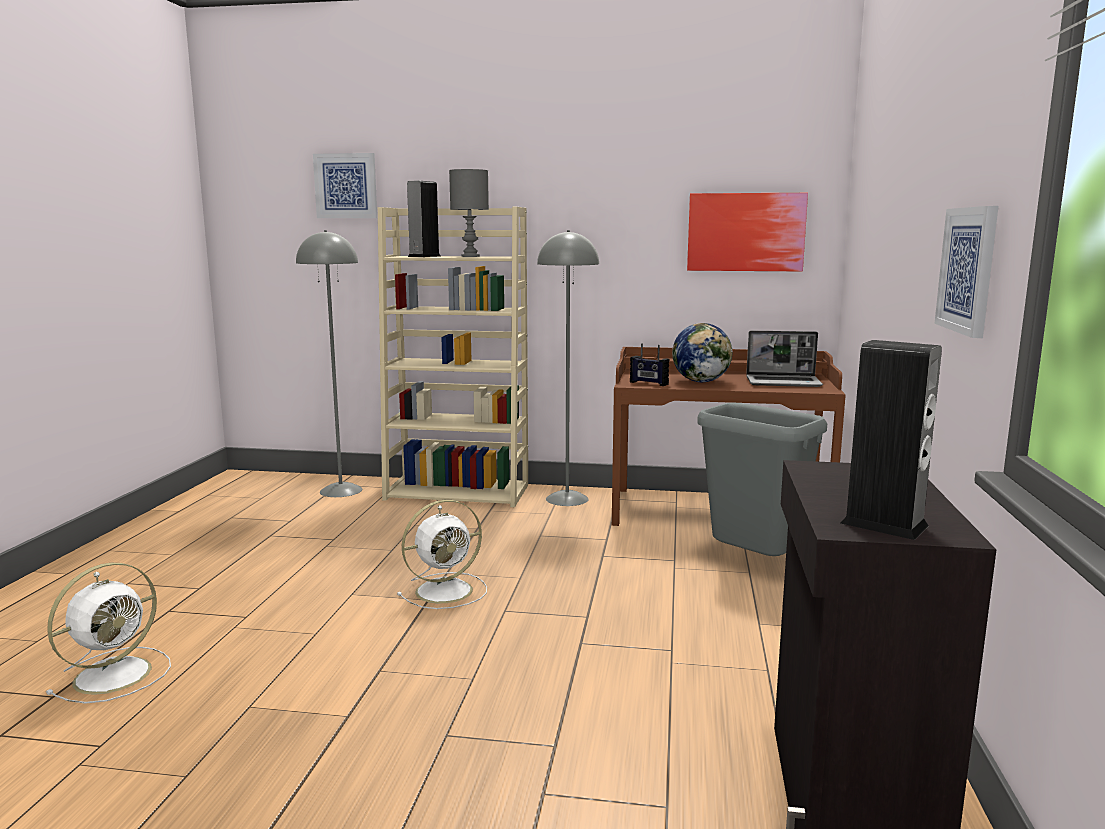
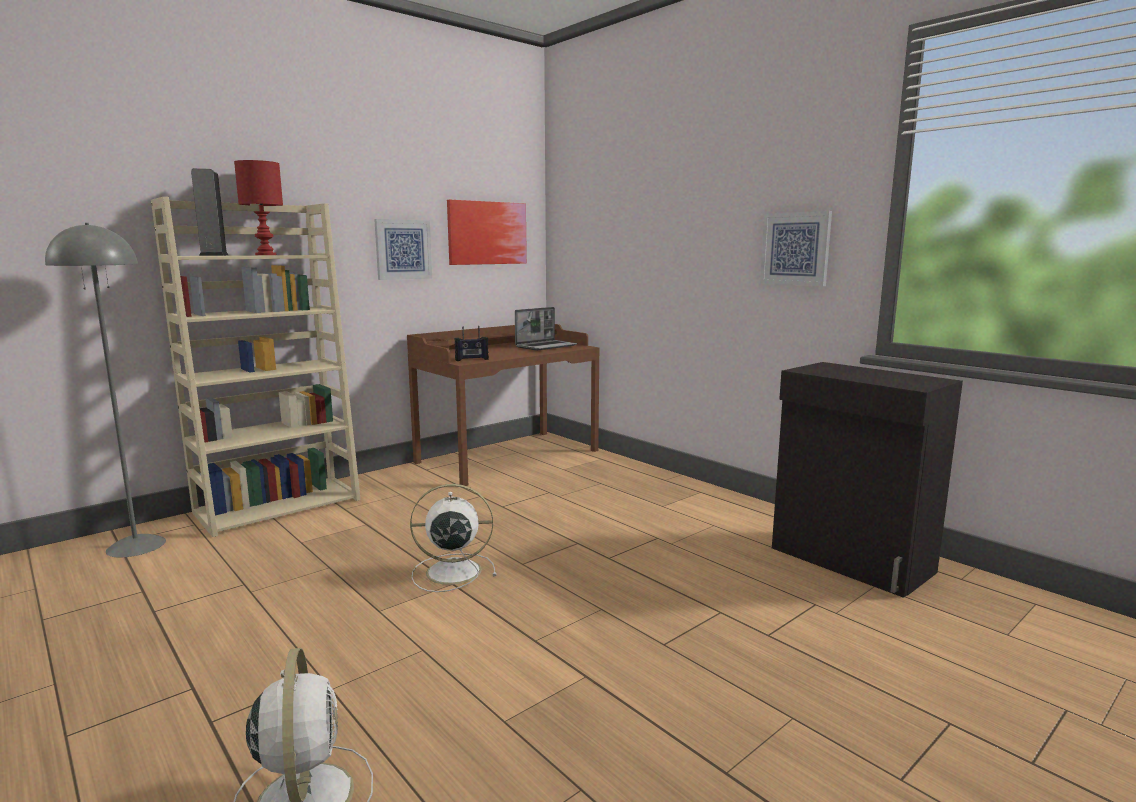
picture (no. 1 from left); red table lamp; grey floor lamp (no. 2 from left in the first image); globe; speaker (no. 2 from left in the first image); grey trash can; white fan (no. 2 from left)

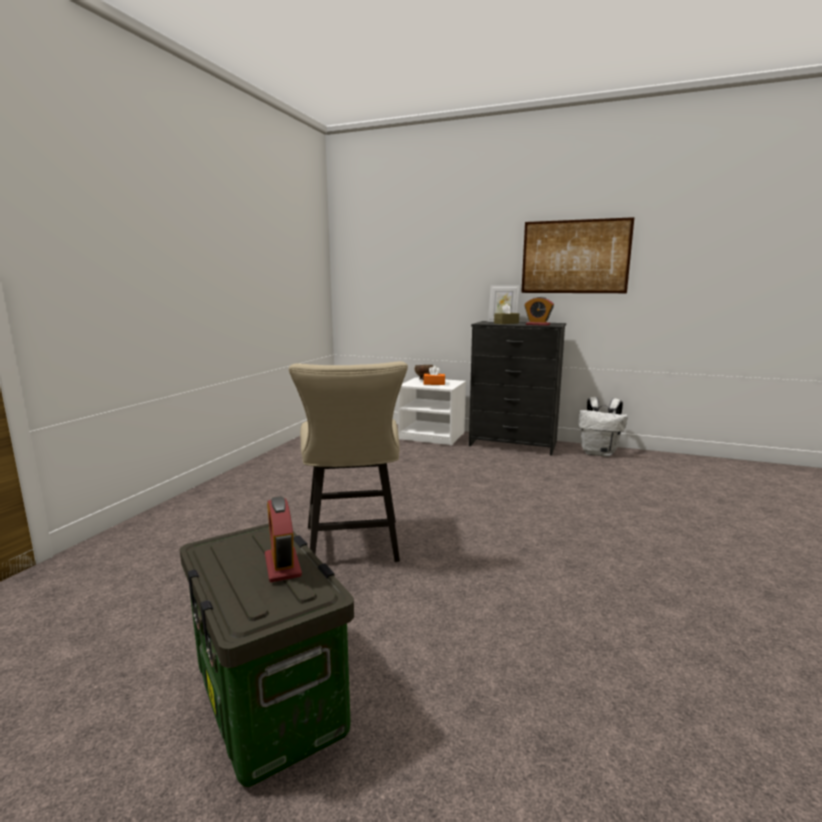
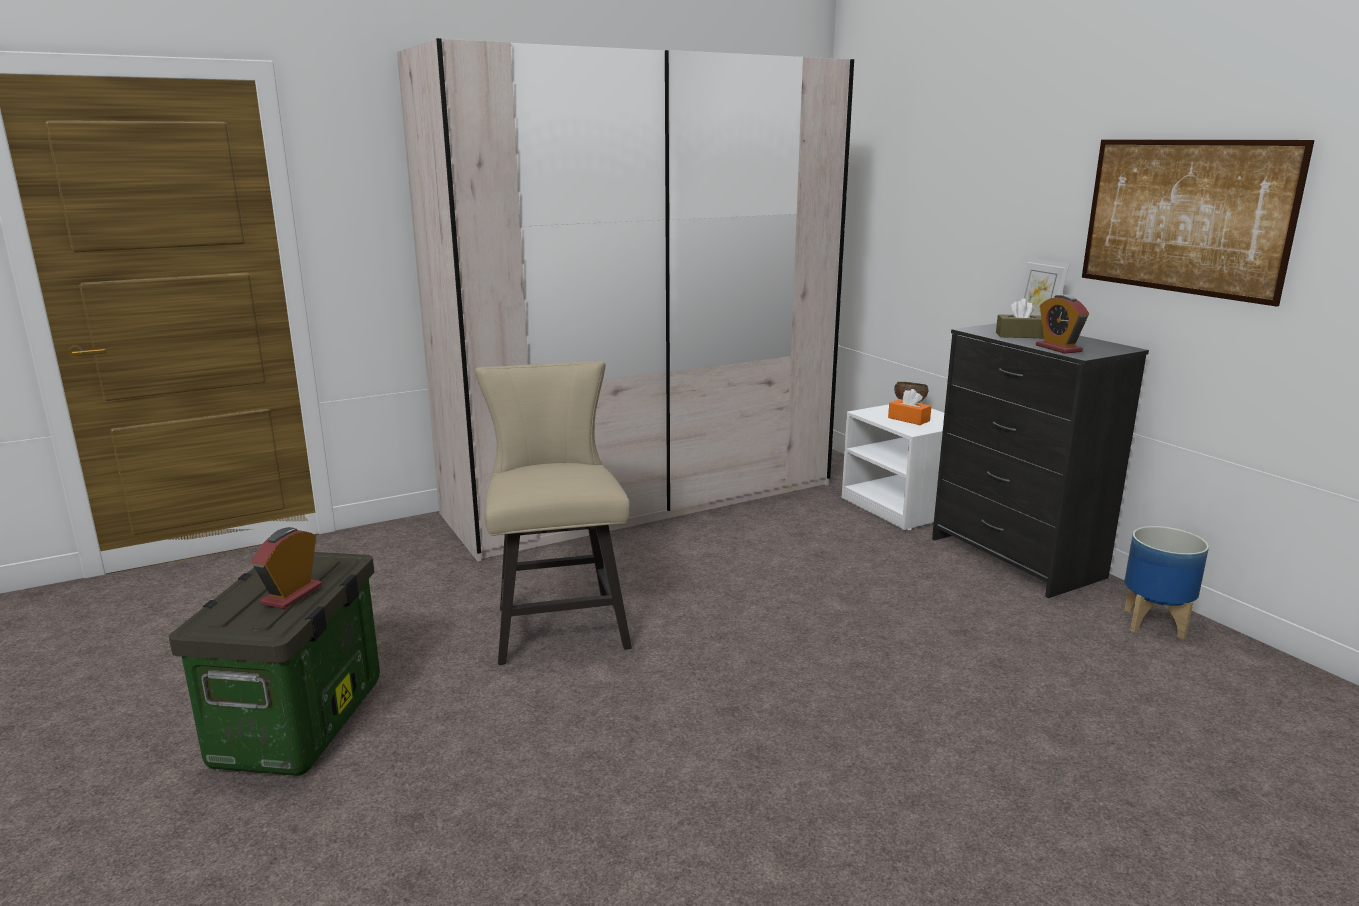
beige chair; planter; beige wardrobe

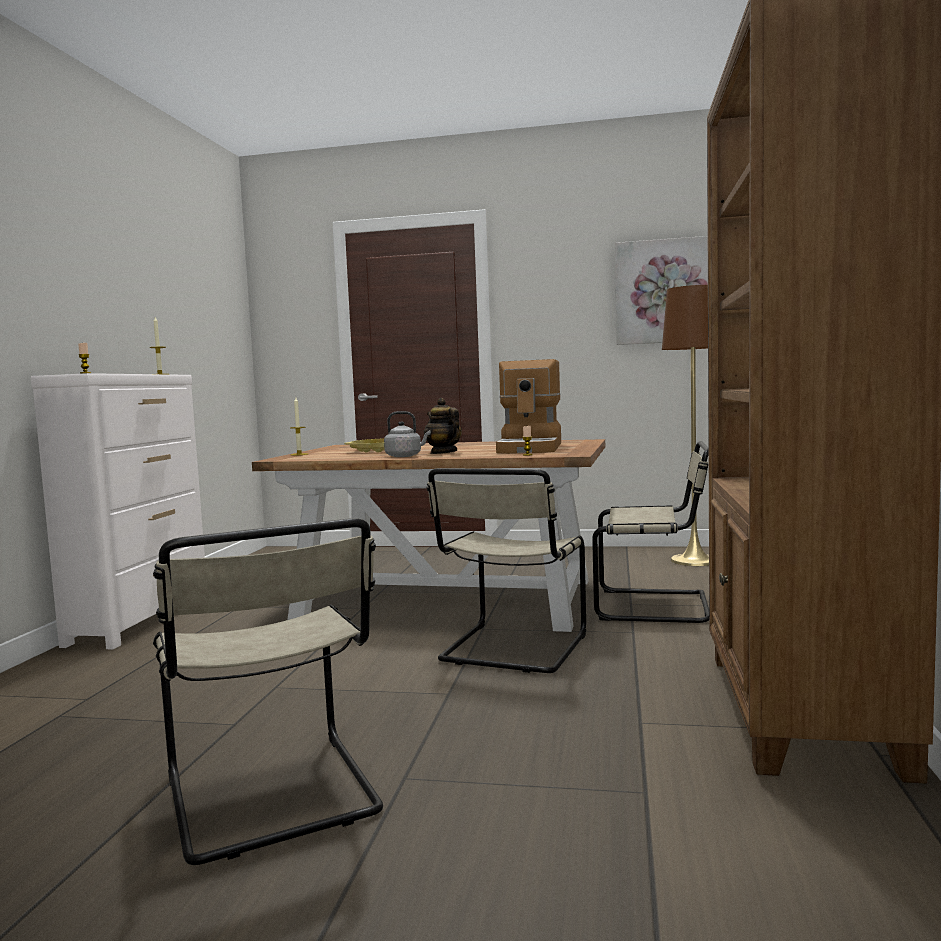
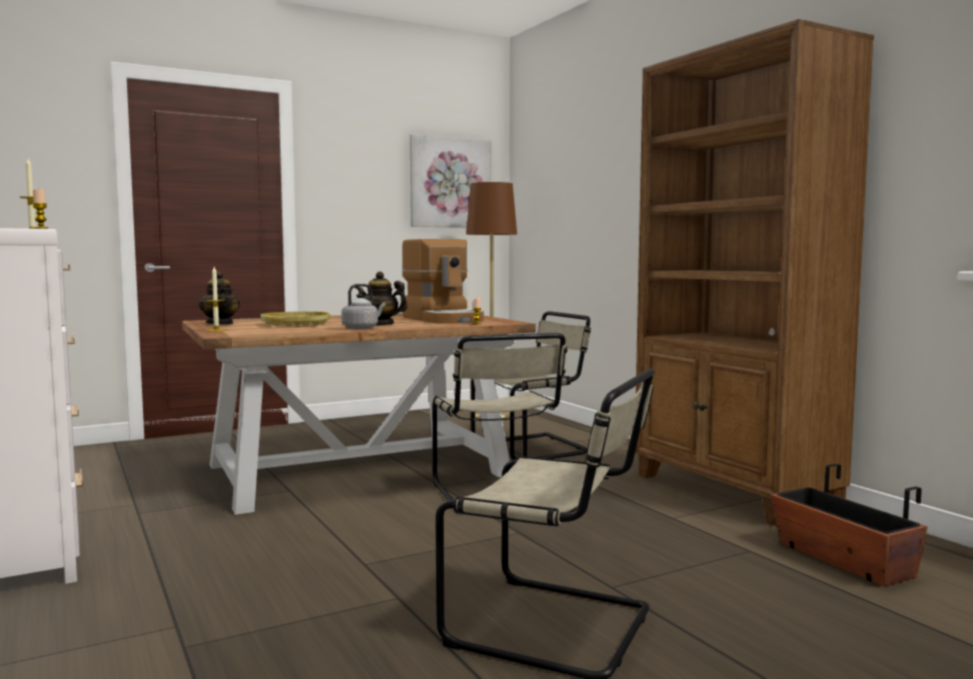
teapot (no. 1 from left); planter

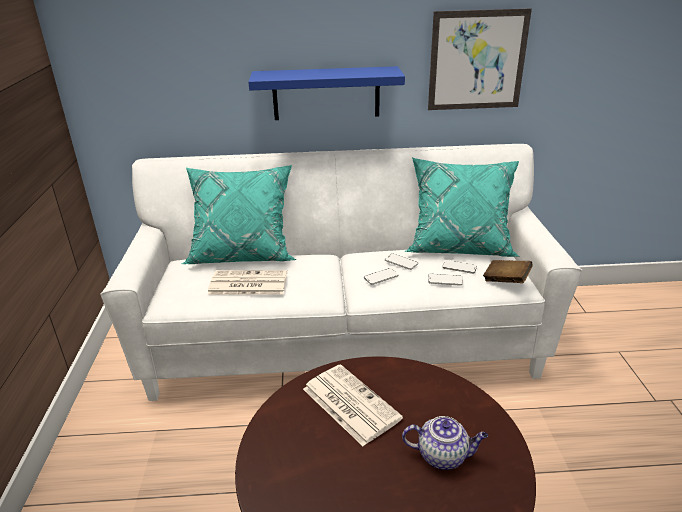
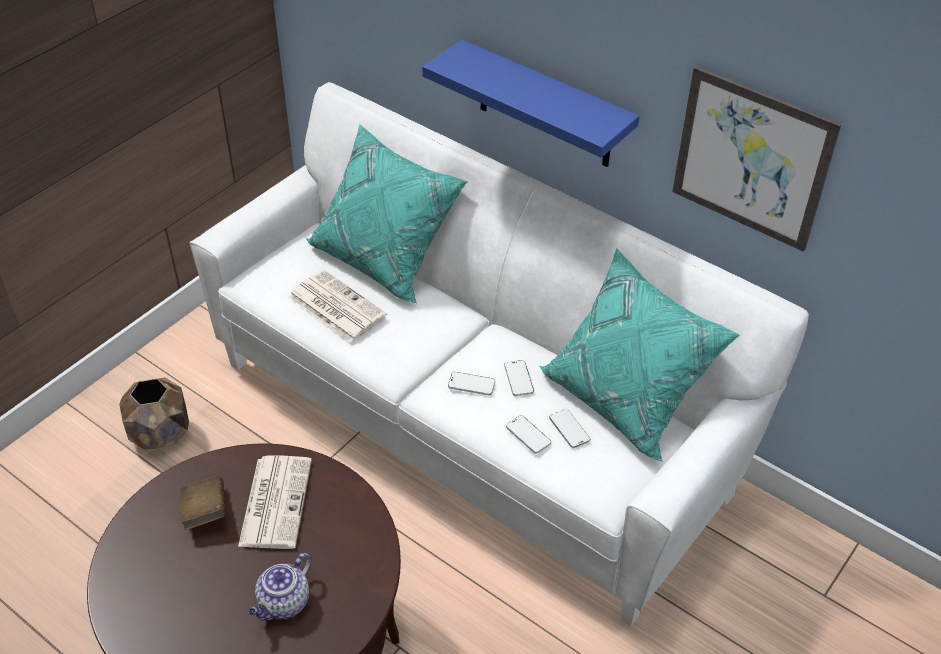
brown book; teapot; brown planter

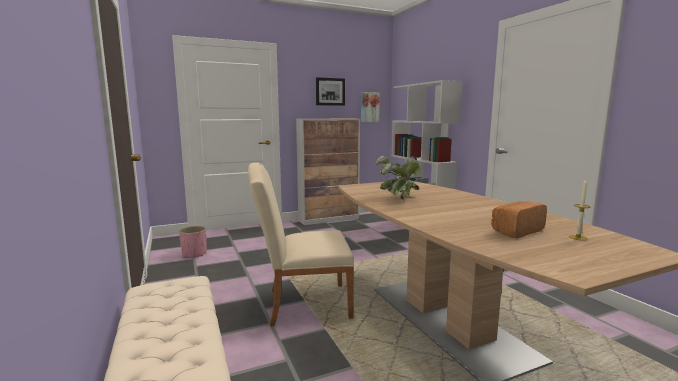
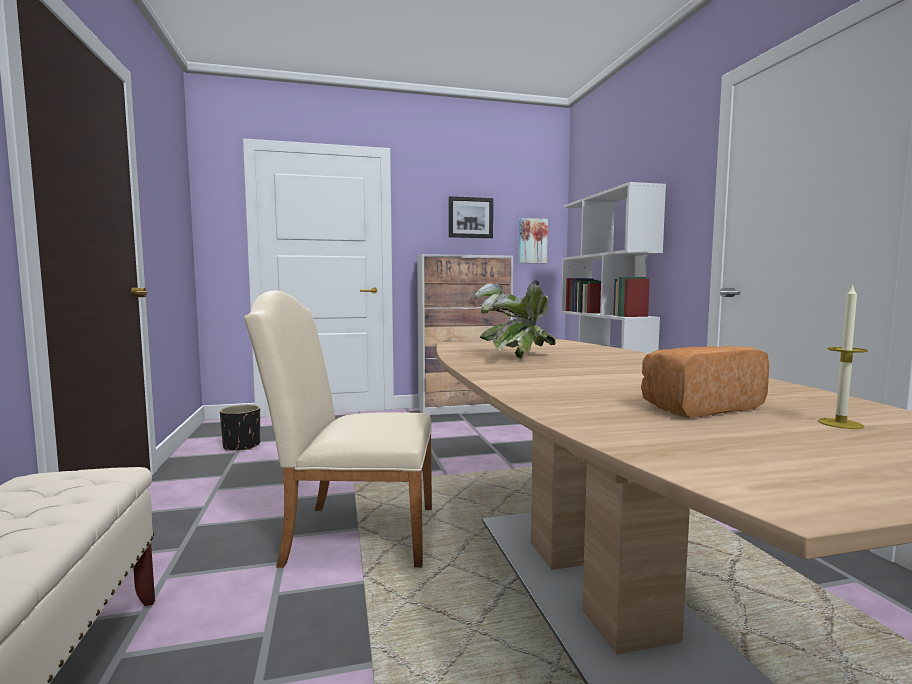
black planter

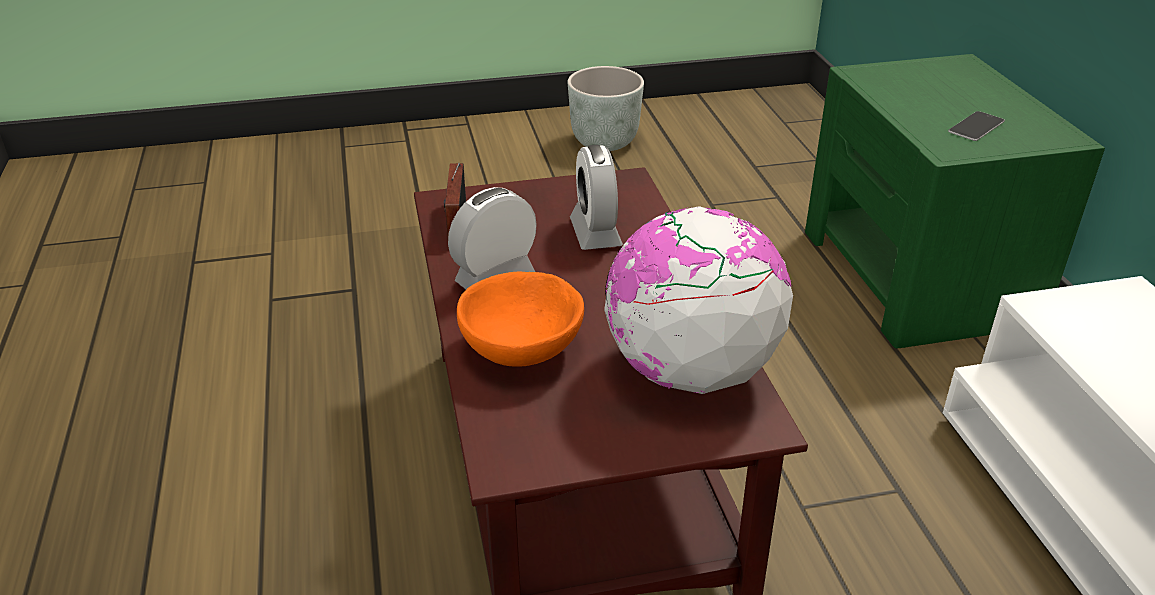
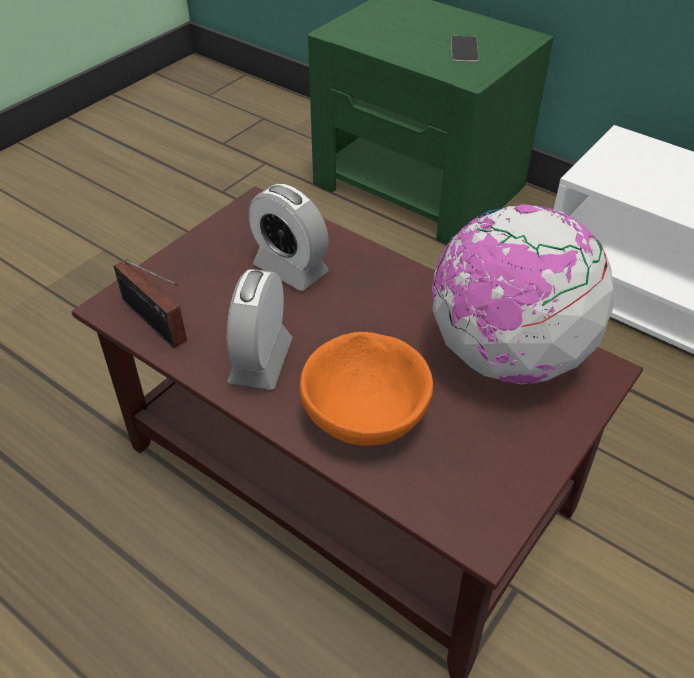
grey planter

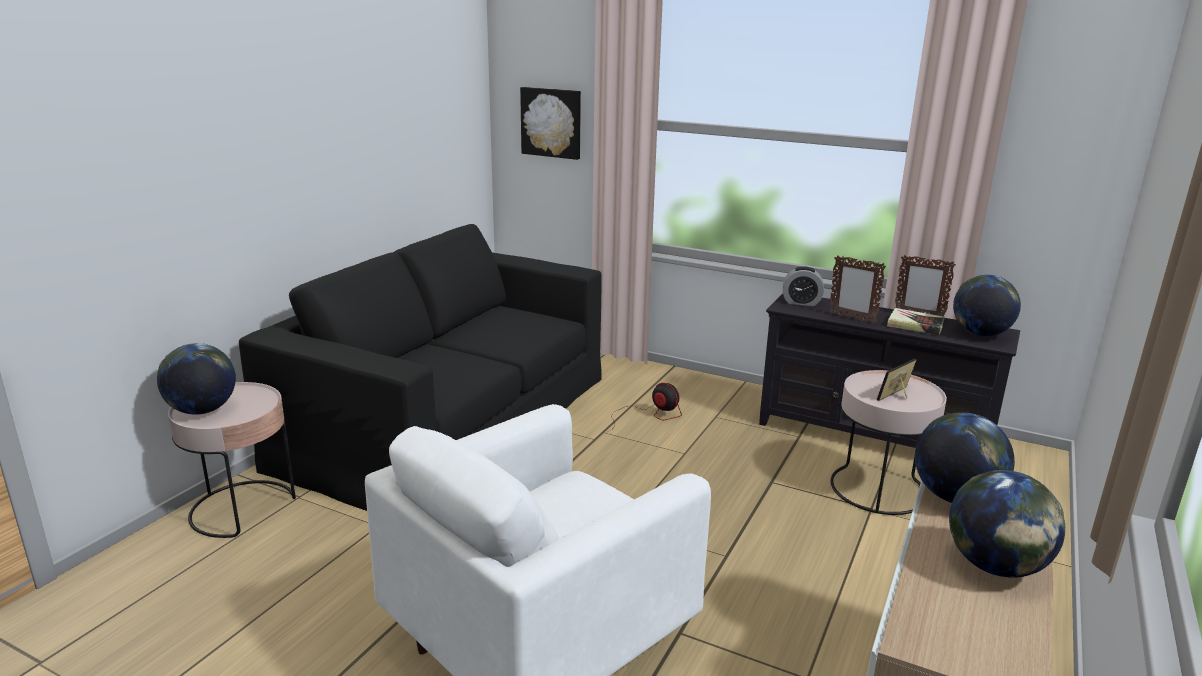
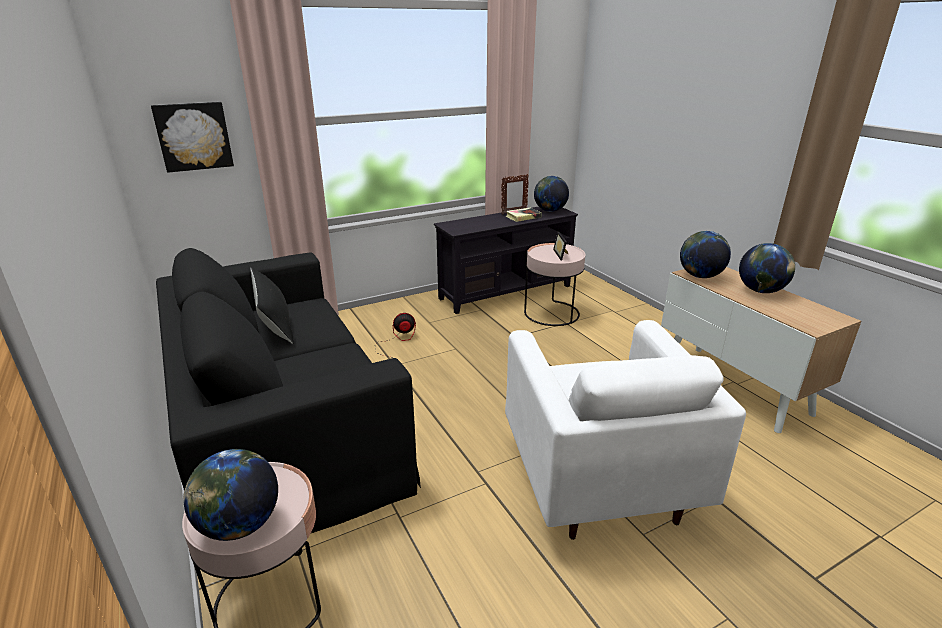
picture frame (no. 1 from left in the first image); alarm clock; black pillow

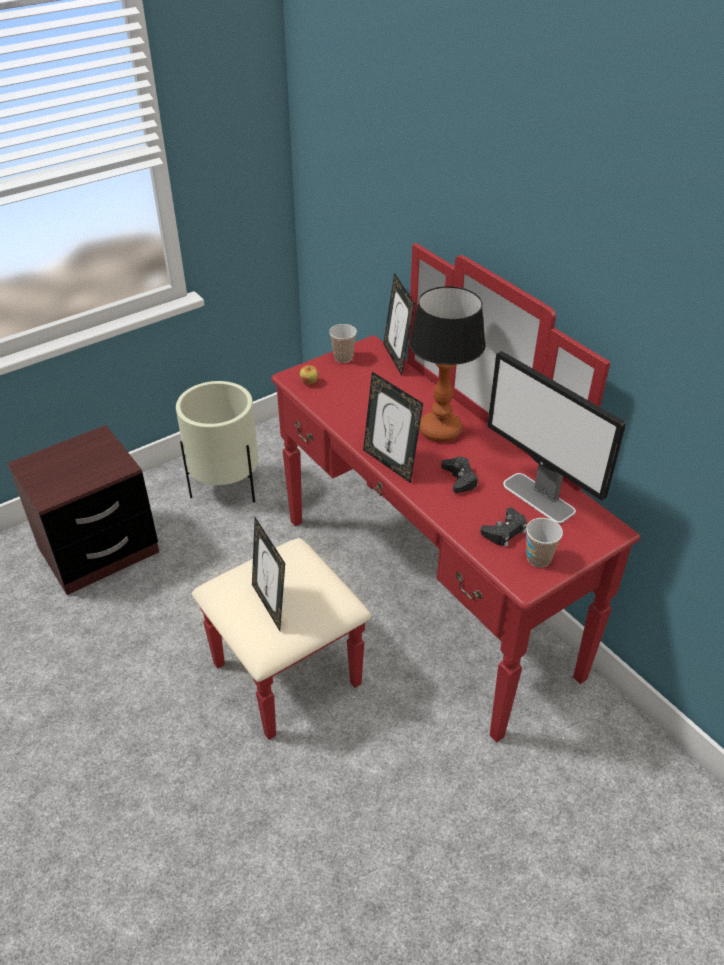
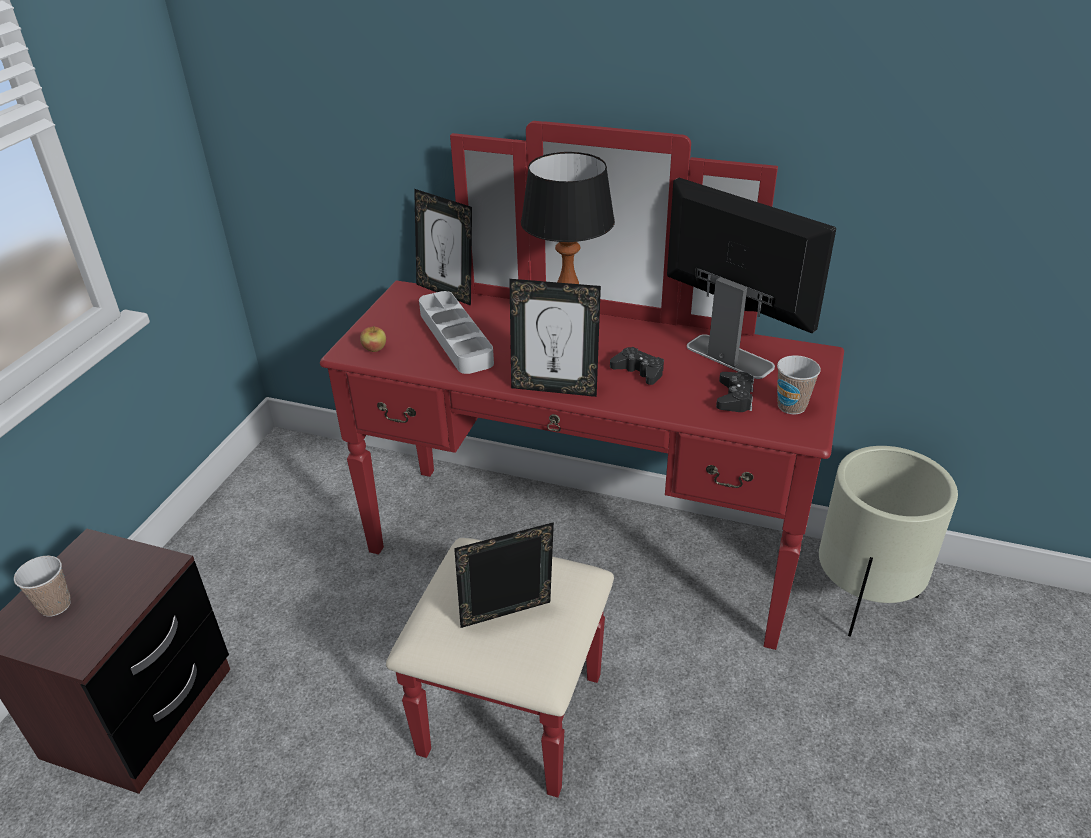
cup (no. 1 from left); monitor; beige planter; picture frame (no. 2 from left); grey tray

